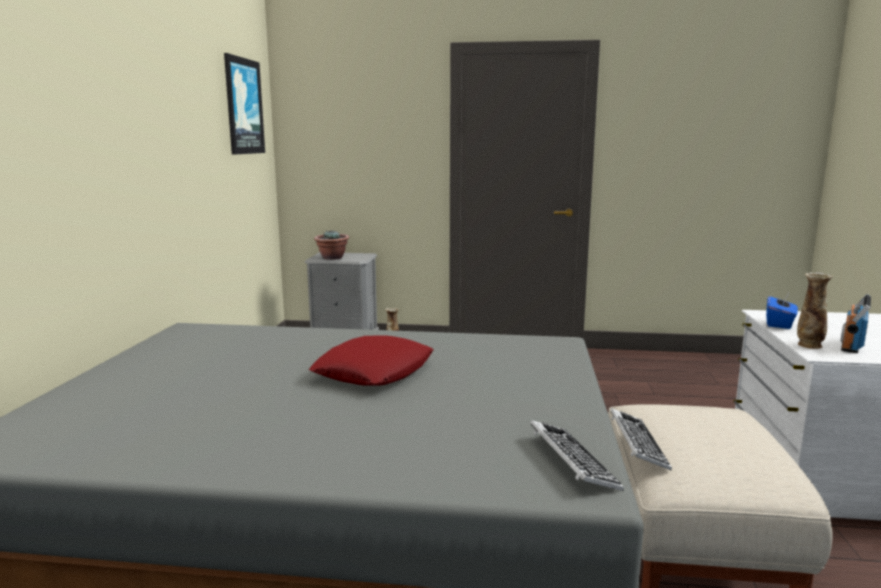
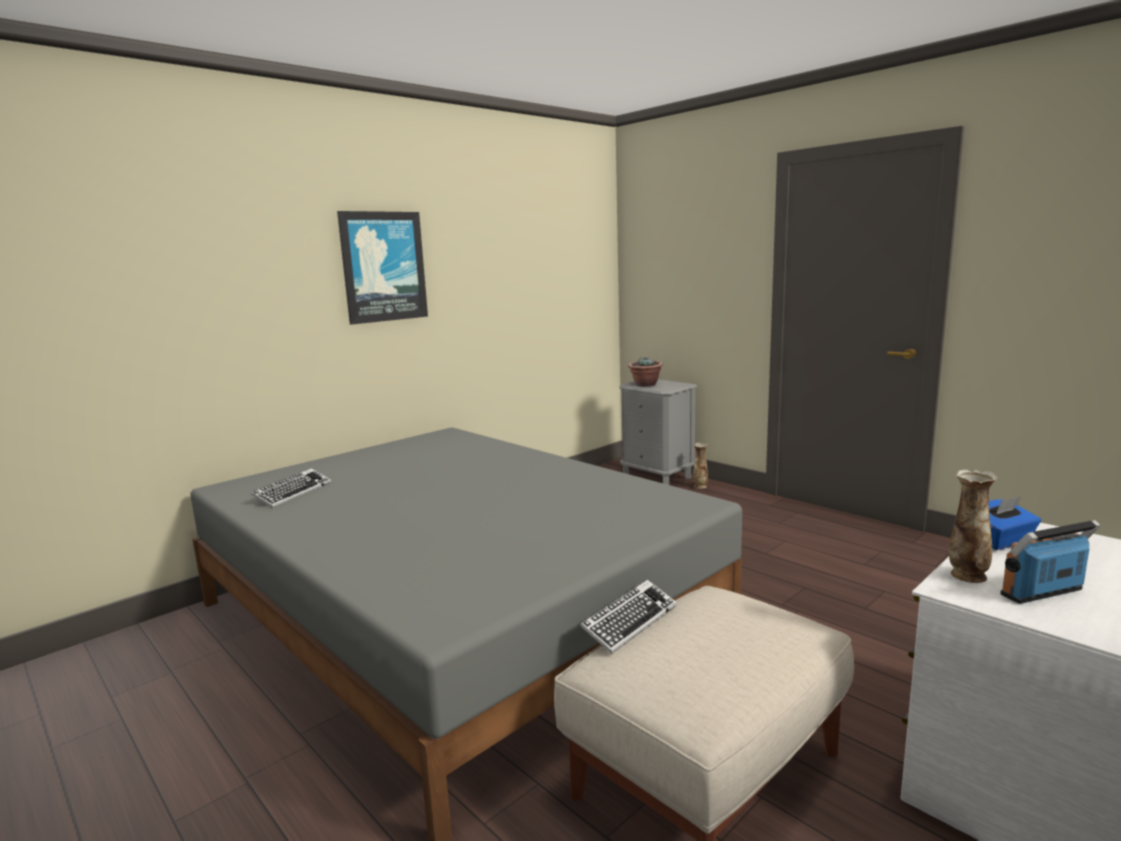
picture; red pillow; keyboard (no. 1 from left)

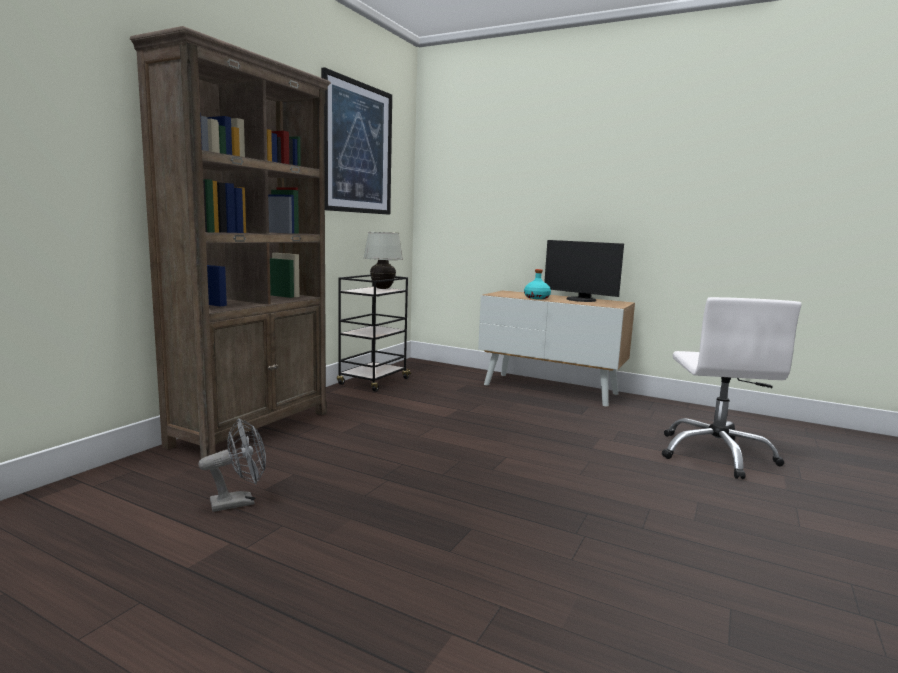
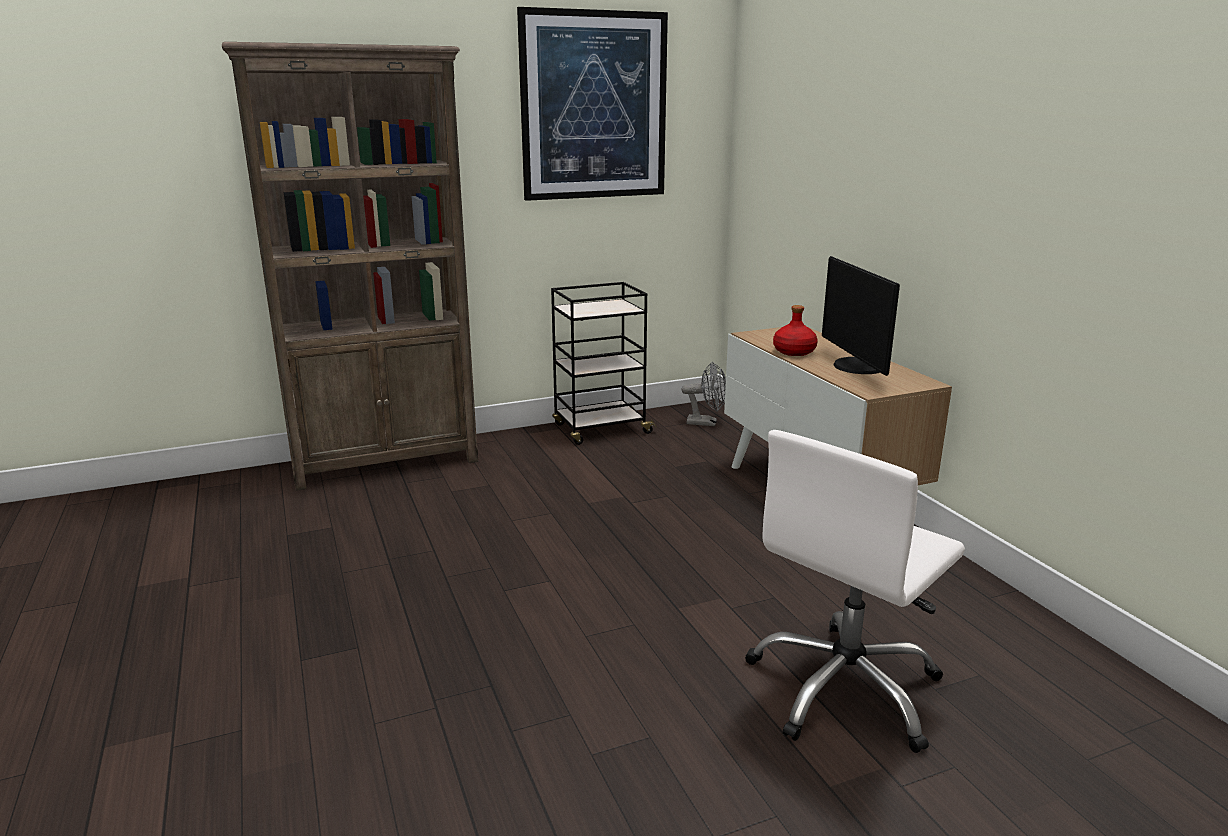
white table lamp; red bottle; grey fan

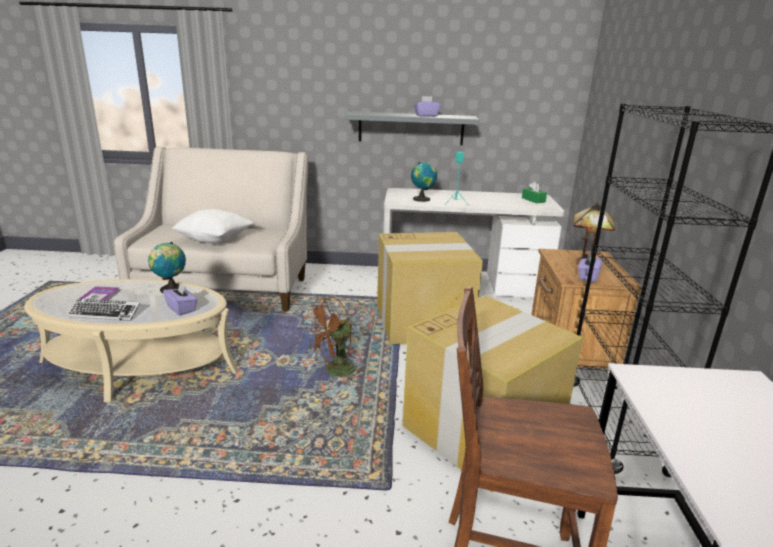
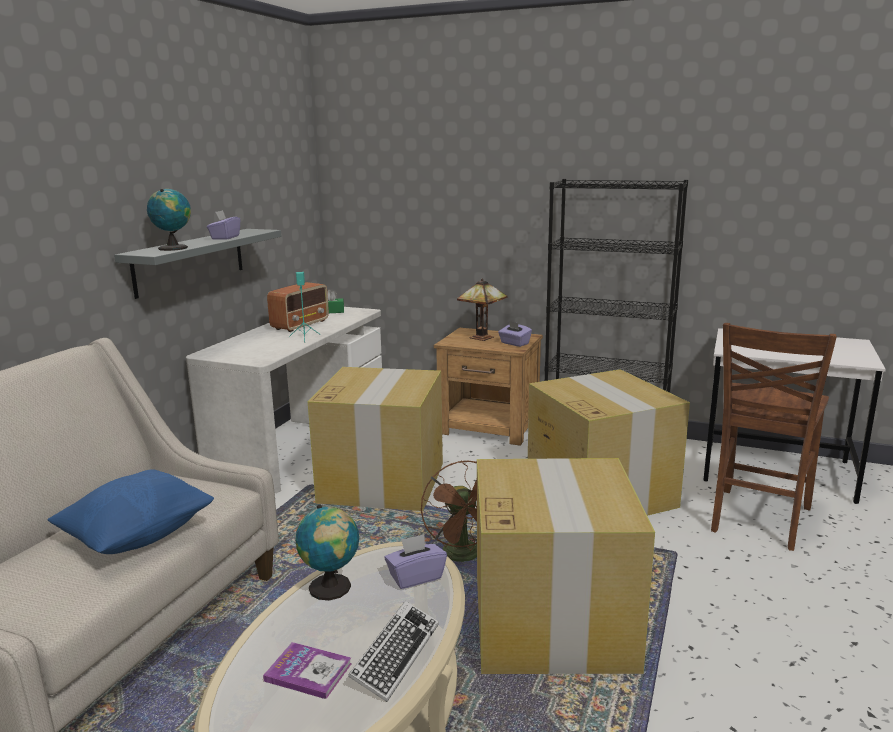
globe (no. 1 from left); blue pillow; radio; cardboard box (no. 2 from left)

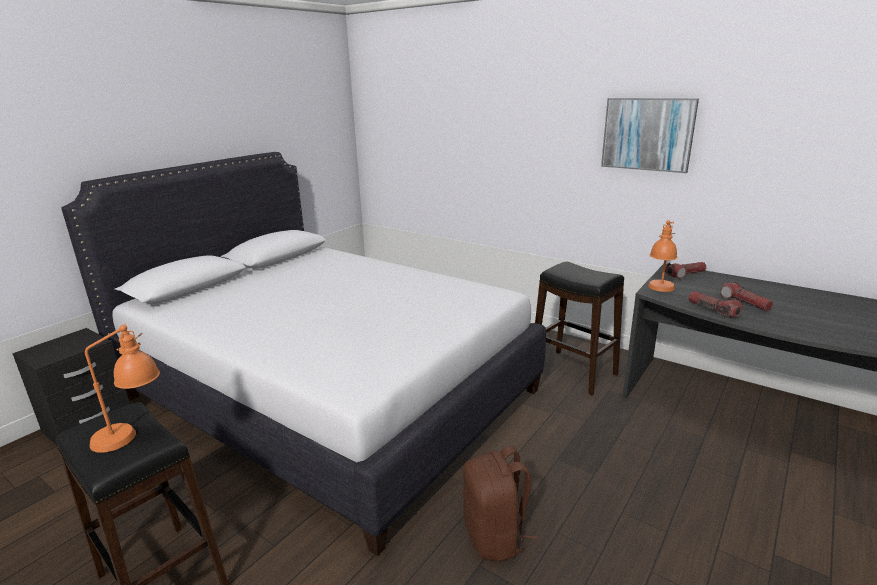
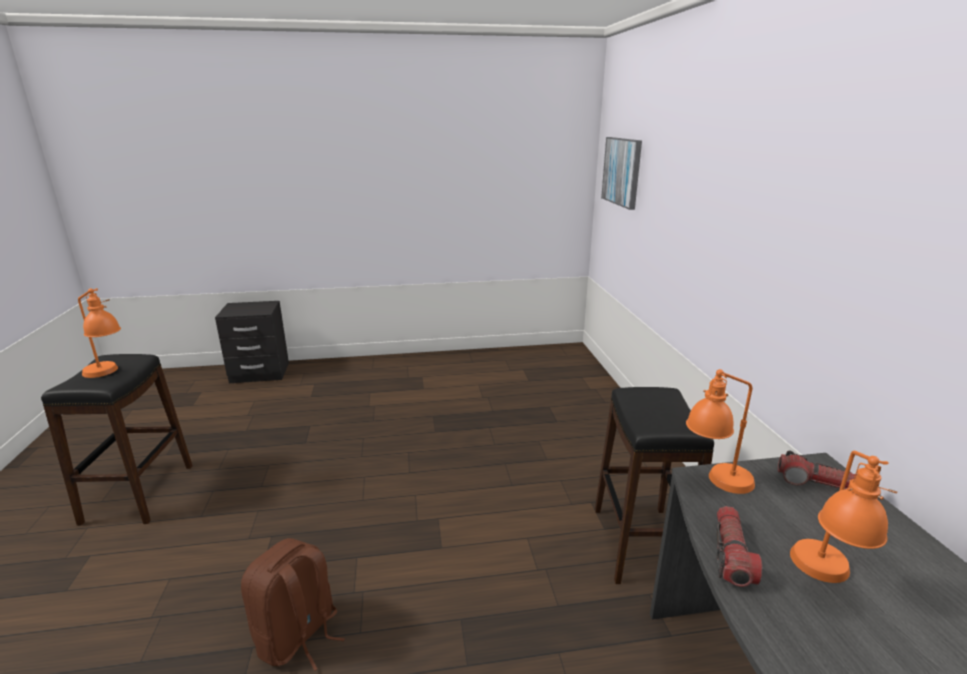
picture; white bed; orange table lamp (no. 3 from left)

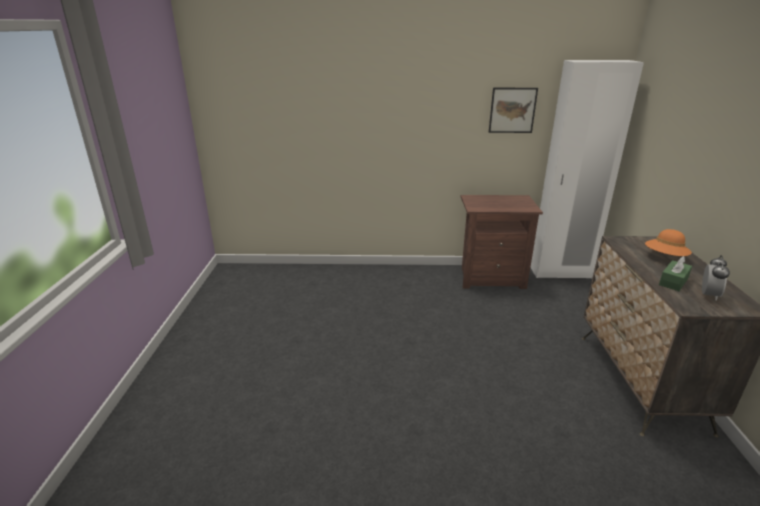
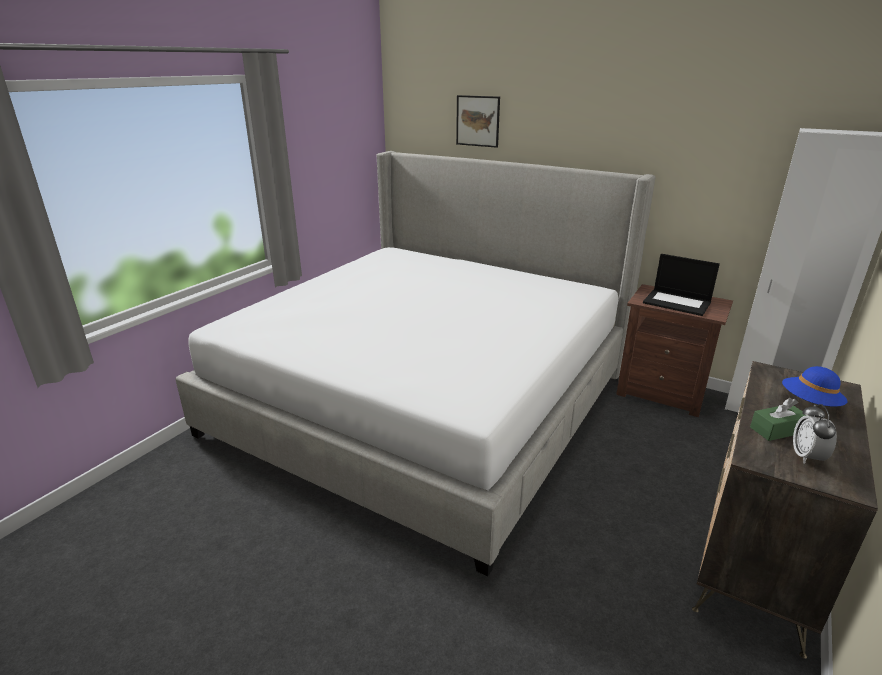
picture; blue hat; alarm clock; bed; laptop

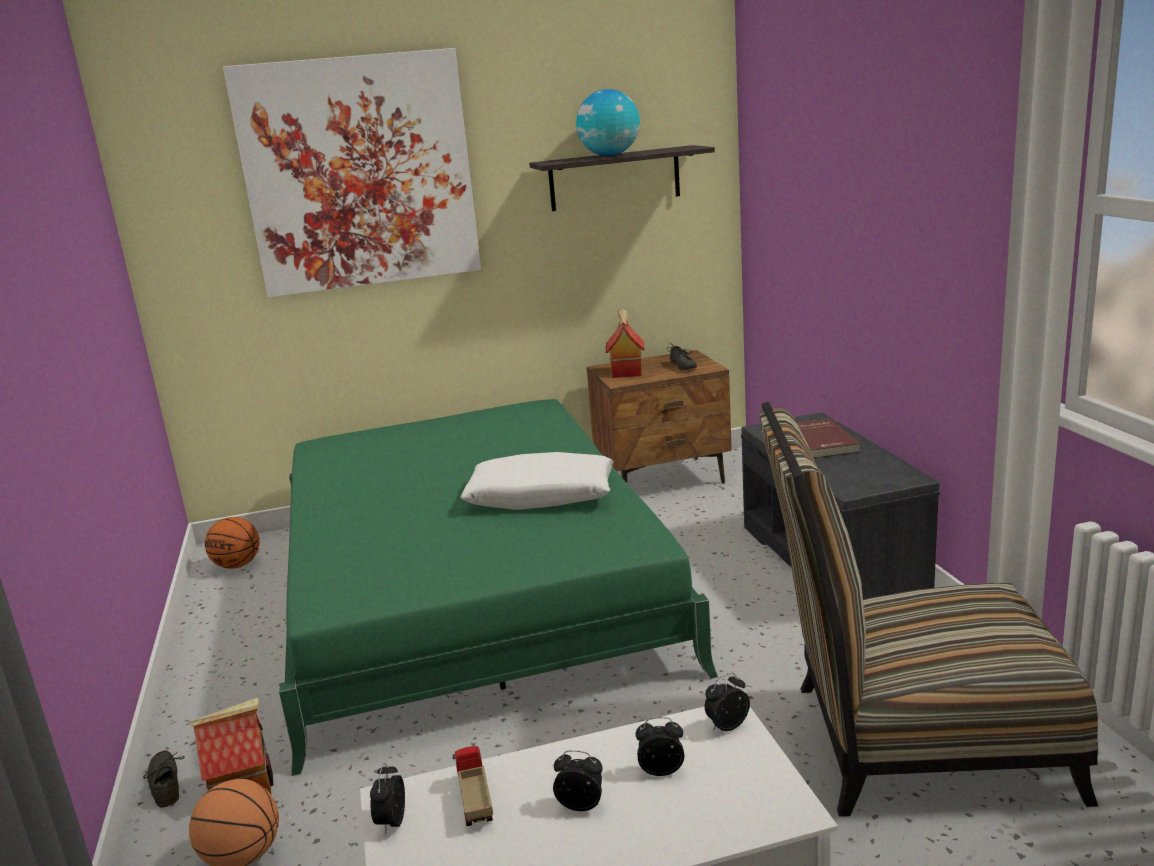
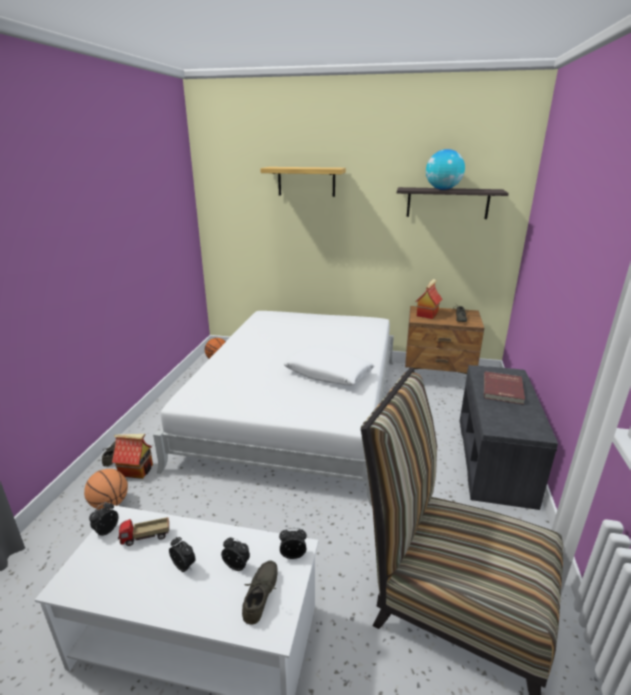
shelf (no. 1 from left); white bed; toy truck; grey shoe (no. 2 from left)

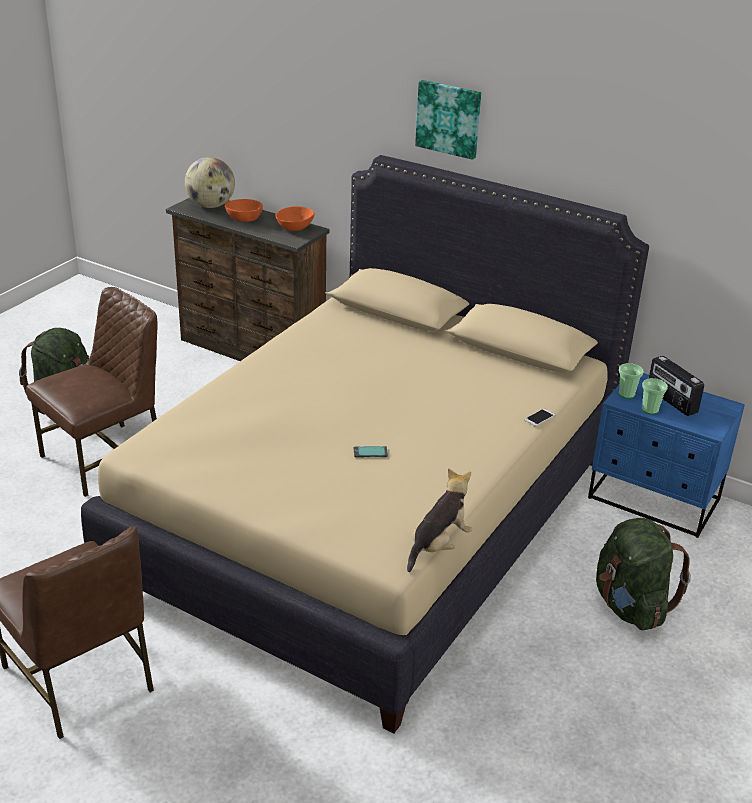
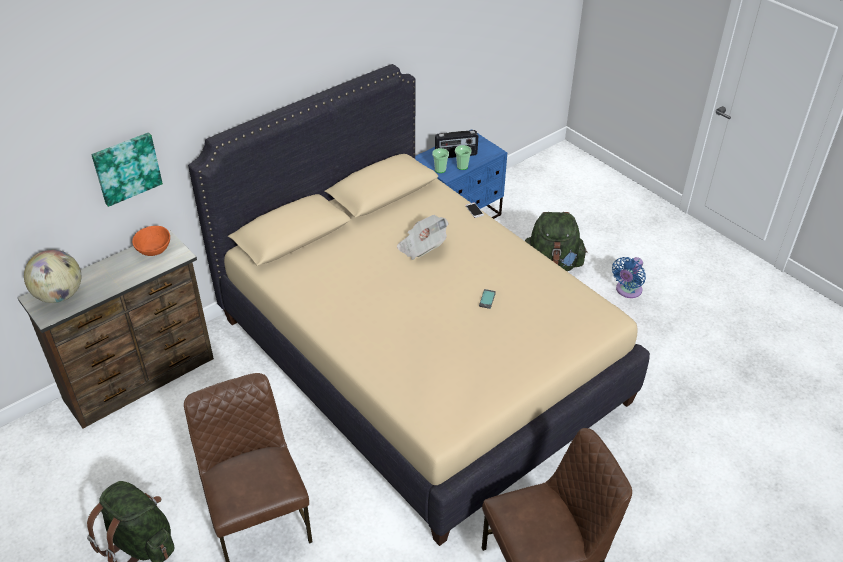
picture; orange bowl (no. 1 from left in the first image); plush toy; newspaper; blue fan

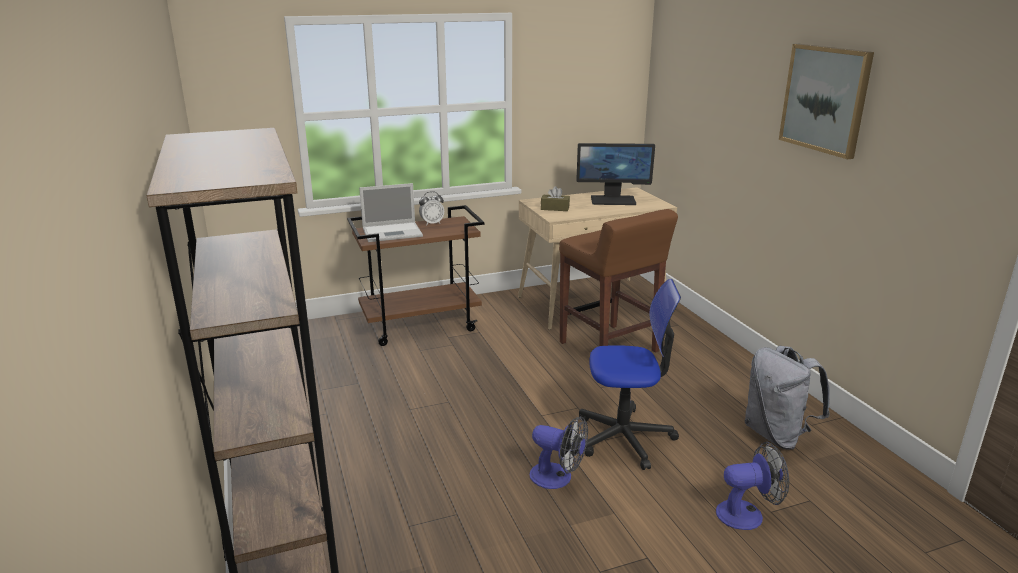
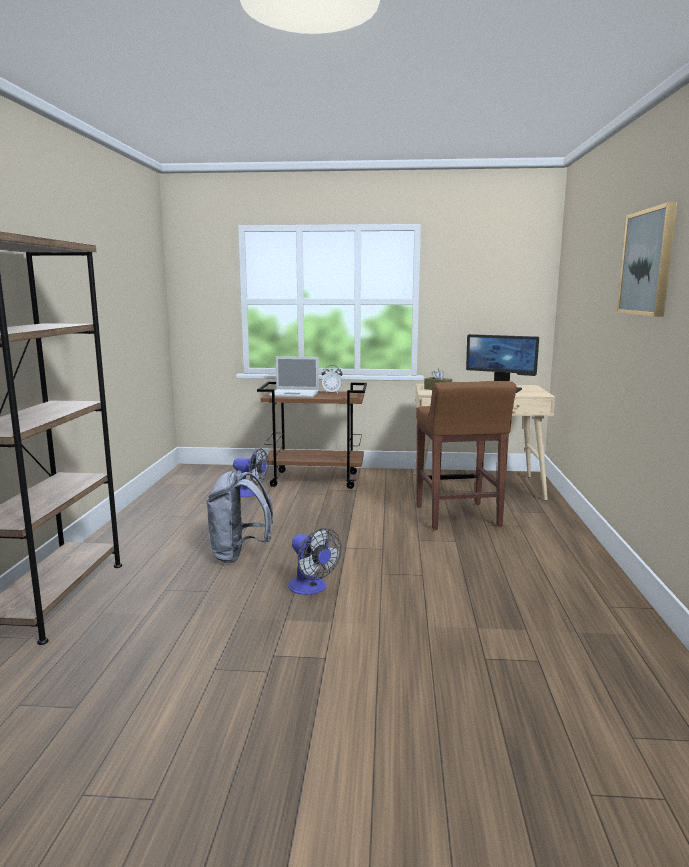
office chair; grey backpack; fan (no. 1 from left)

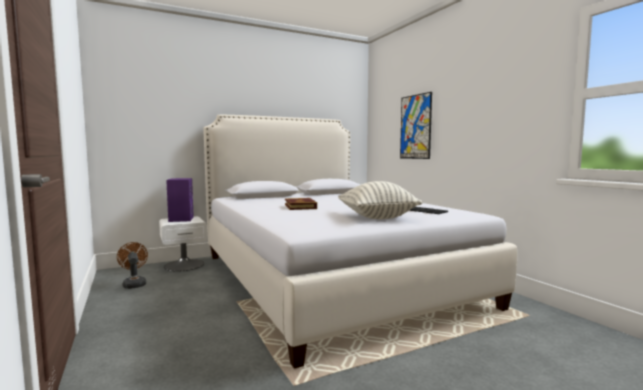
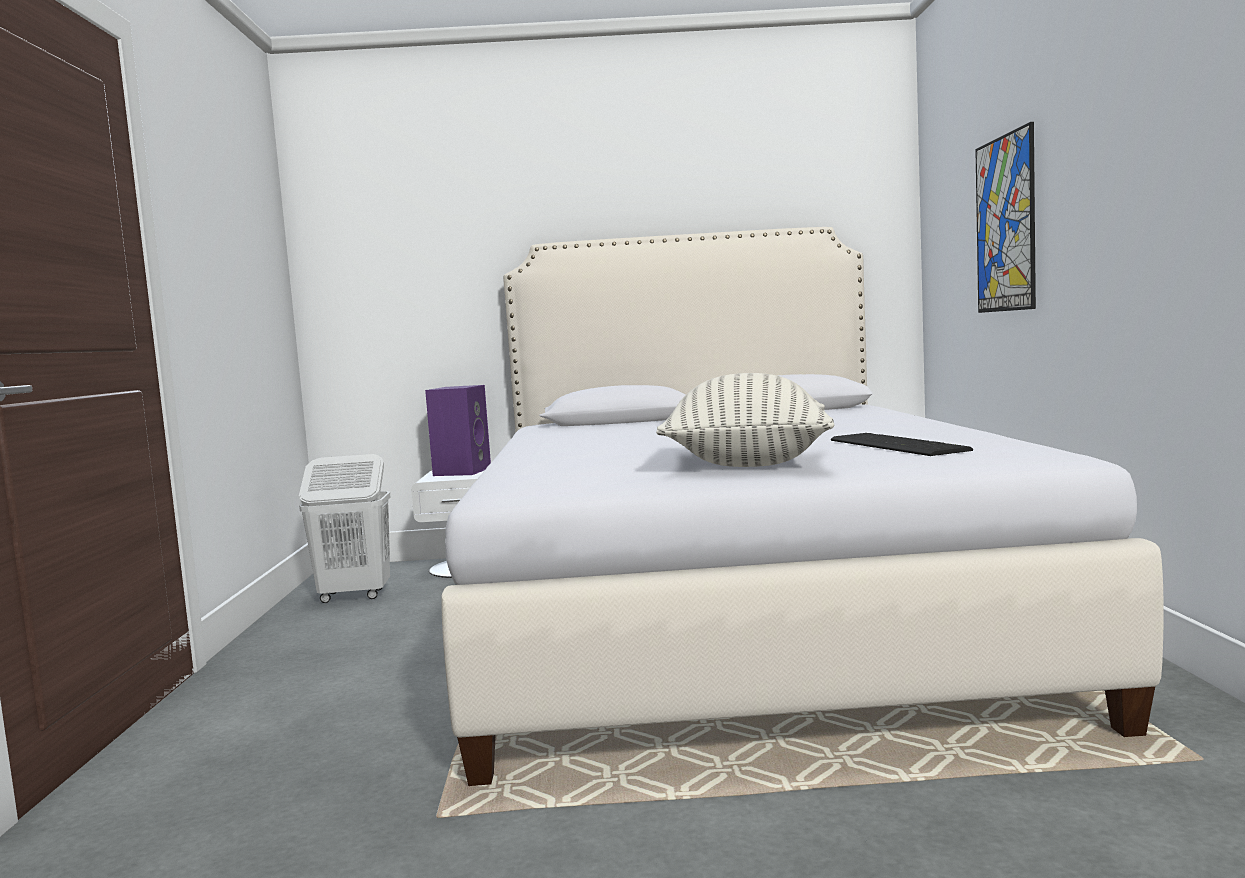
book; white laundry basket

